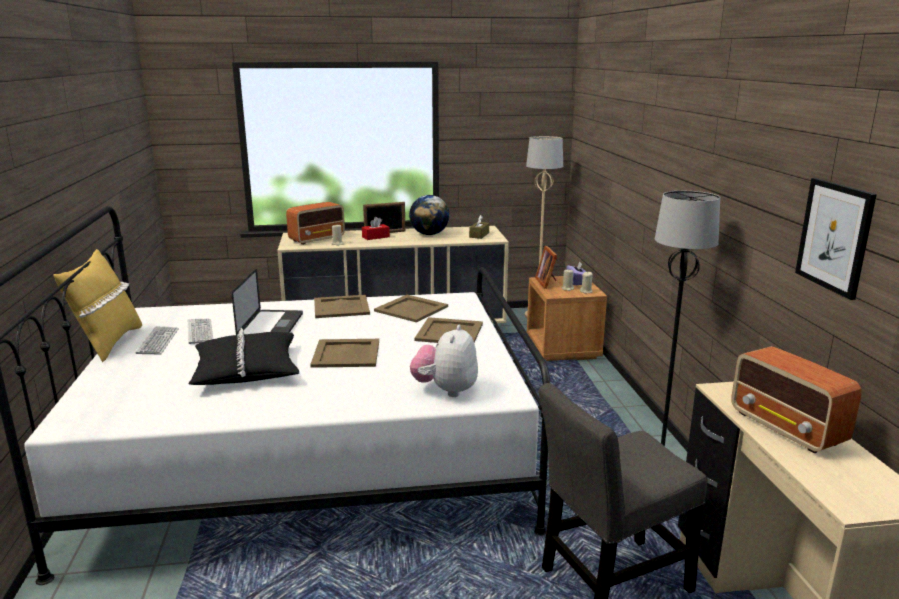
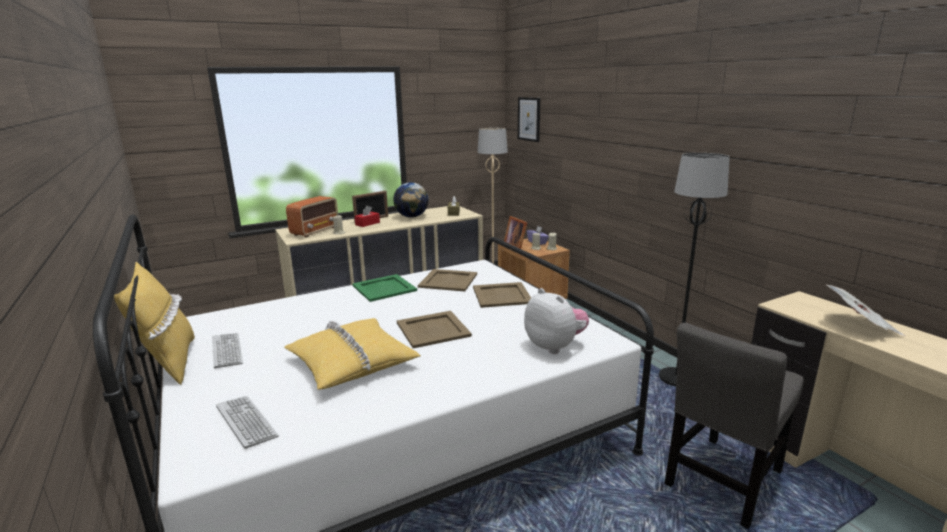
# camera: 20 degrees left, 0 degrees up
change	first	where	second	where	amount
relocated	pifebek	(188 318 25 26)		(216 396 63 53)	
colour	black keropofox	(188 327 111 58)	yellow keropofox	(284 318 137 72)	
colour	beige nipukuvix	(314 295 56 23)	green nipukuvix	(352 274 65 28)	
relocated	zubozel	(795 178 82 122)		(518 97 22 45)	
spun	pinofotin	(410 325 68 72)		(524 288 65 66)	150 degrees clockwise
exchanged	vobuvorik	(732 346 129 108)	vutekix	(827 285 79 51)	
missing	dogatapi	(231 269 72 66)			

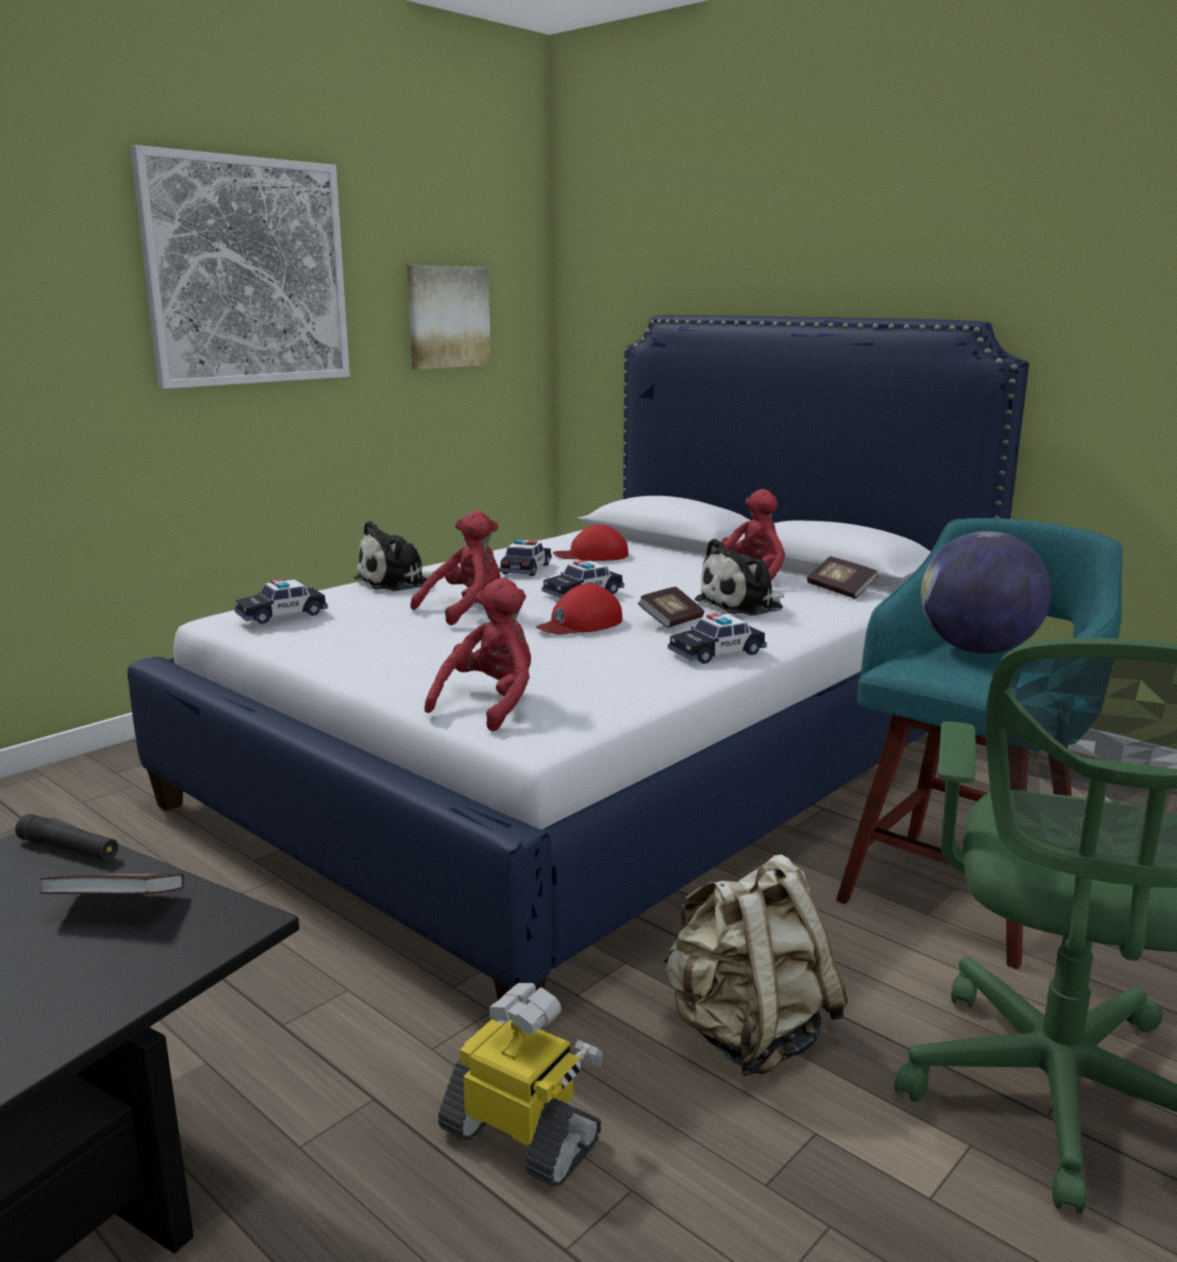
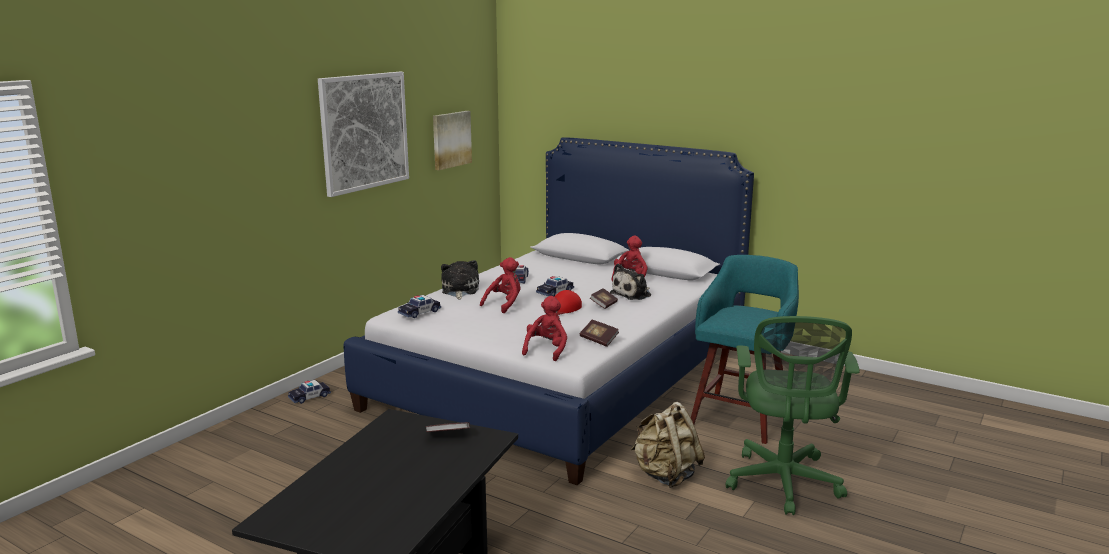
# camera: 10 degrees left, 0 degrees up
change	first	where	second	where	amount
relocated	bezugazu	(668 613 99 51)		(288 380 43 24)	
spun	pinofotin	(354 520 79 71)		(441 260 38 39)	135 degrees clockwise
relocated	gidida	(807 556 71 43)		(580 320 39 27)	
missing	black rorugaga	(15 814 103 46)			
missing	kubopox	(438 983 165 204)			
missing	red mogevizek	(553 525 76 36)			
missing	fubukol	(921 531 130 123)			

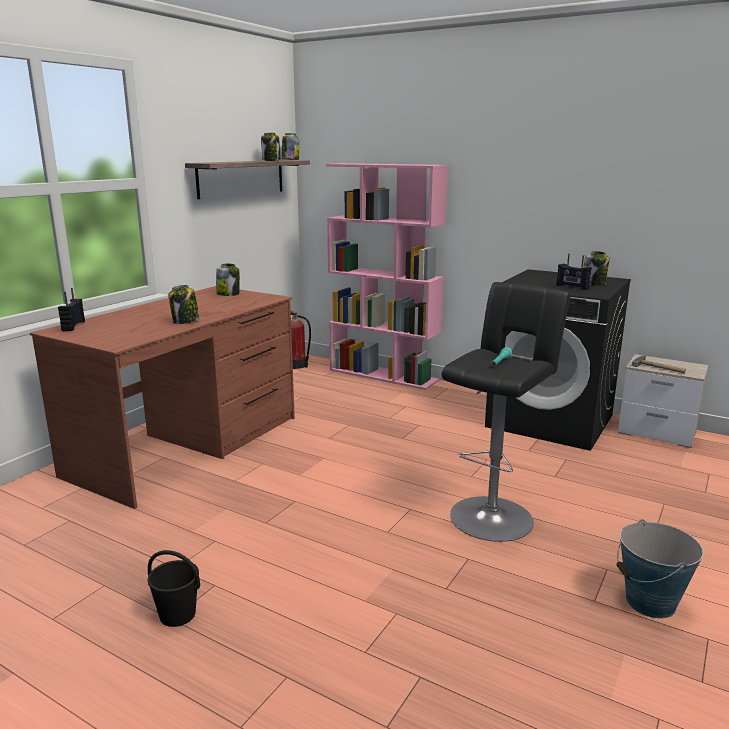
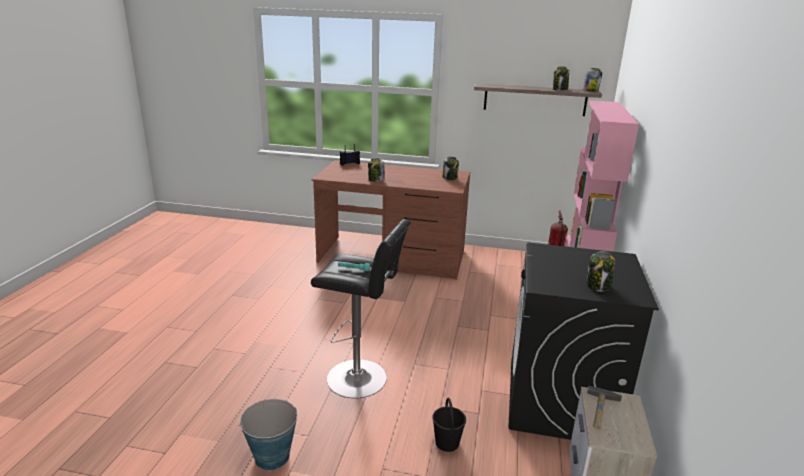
# camera: 70 degrees right, 5 degrees up
change	first	where	second	where	amount
relocated	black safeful	(147 550 53 77)		(432 398 34 54)	
missing	vobuvorik	(556 254 36 36)			

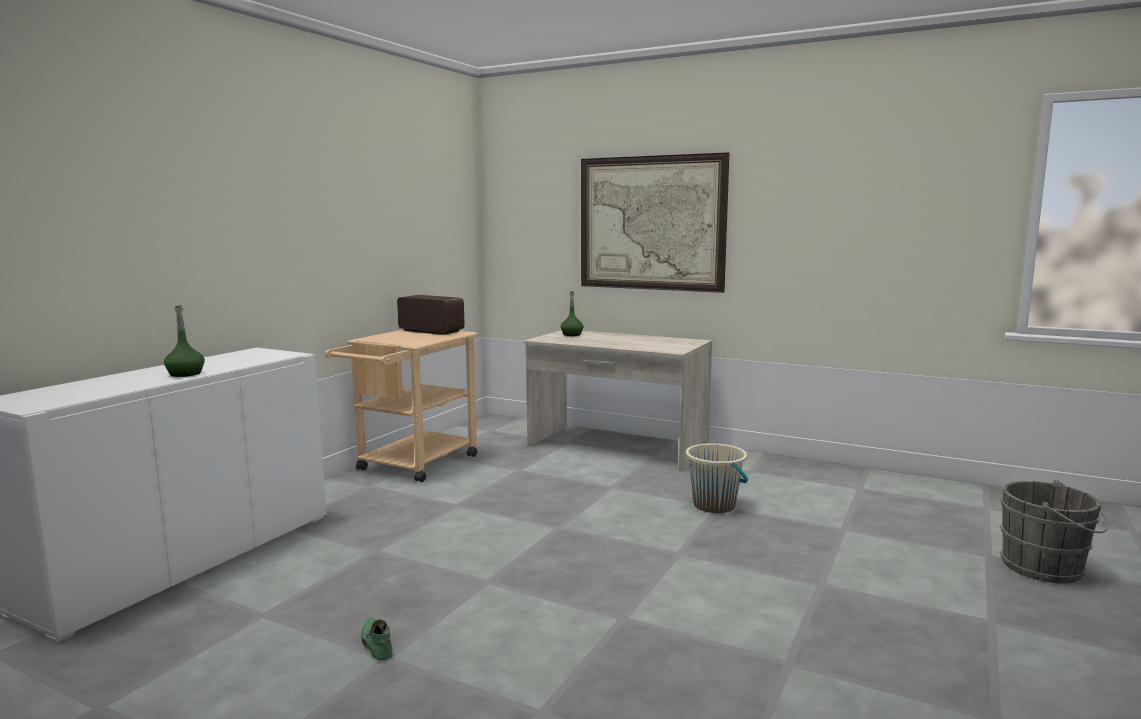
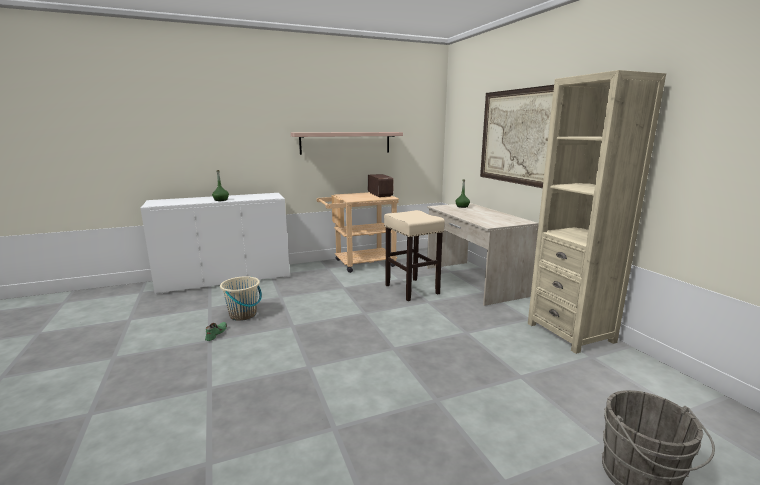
# camera: 40 degrees right, 5 degrees up
change	first	where	second	where	amount
relocated	beige safeful	(686 443 62 70)		(220 276 42 45)	
appeared			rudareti	(291 132 112 23)	
appeared			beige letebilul	(384 210 61 91)	
appeared			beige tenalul	(528 70 138 284)	

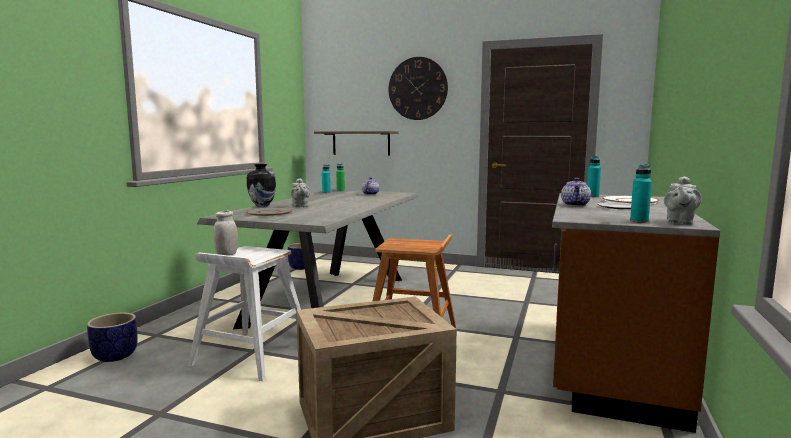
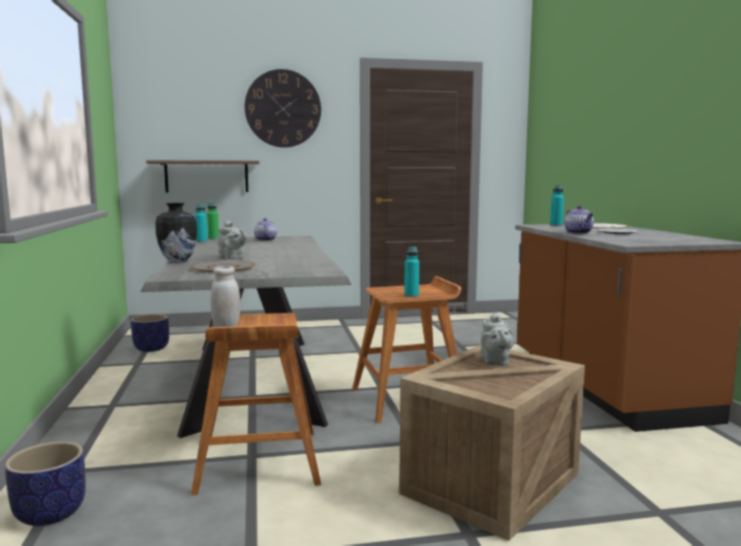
# camera: 30 degrees left, 0 degrees up
change	first	where	second	where	amount
colour	white letebilul	(188 246 113 135)	brown letebilul	(191 313 130 182)	
relocated	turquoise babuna	(630 164 22 59)		(404 247 15 50)	
relocated	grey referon	(664 176 37 49)		(481 312 34 54)	

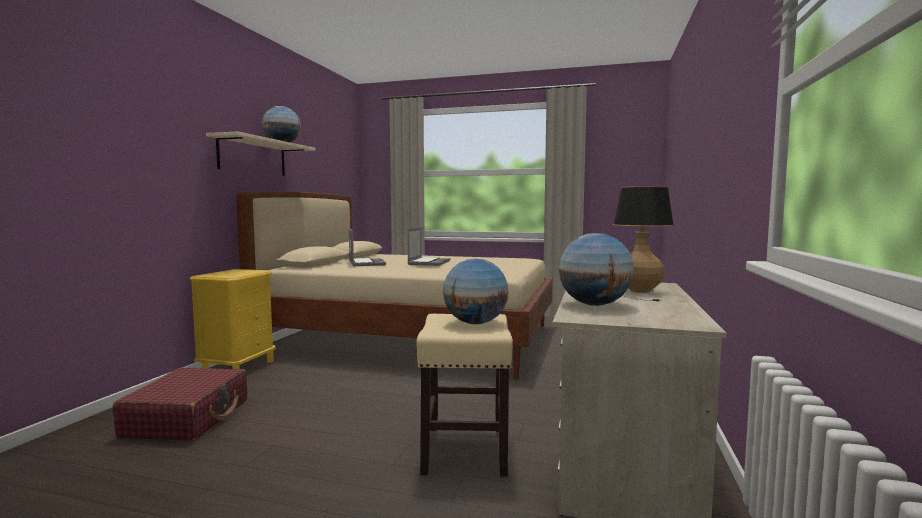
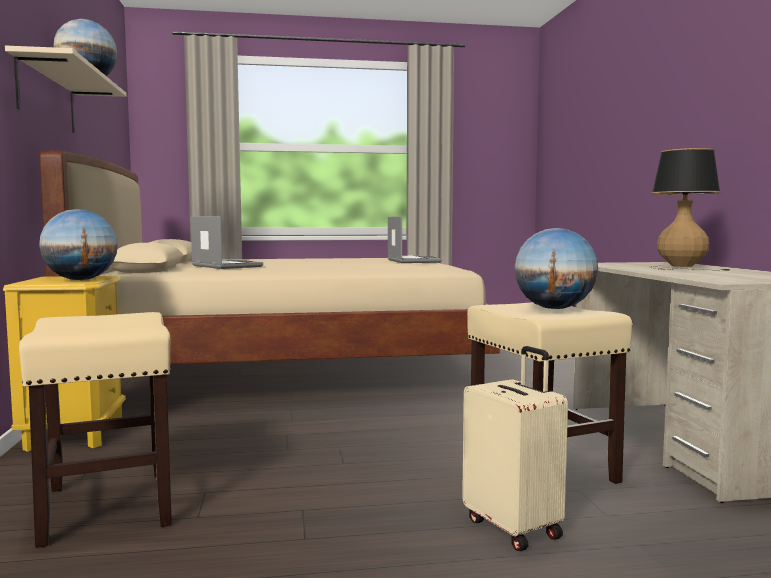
# camera: 25 degrees left, 0 degrees up
change	first	where	second	where	amount
exchanged	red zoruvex	(113 368 134 73)	beige letebilul	(19 312 153 236)	
relocated	fubukol	(559 233 75 73)		(39 209 79 71)	
relocated	dogatapi	(407 227 43 39)		(387 216 55 47)	
appeared			beige zoruvex	(462 346 106 205)	

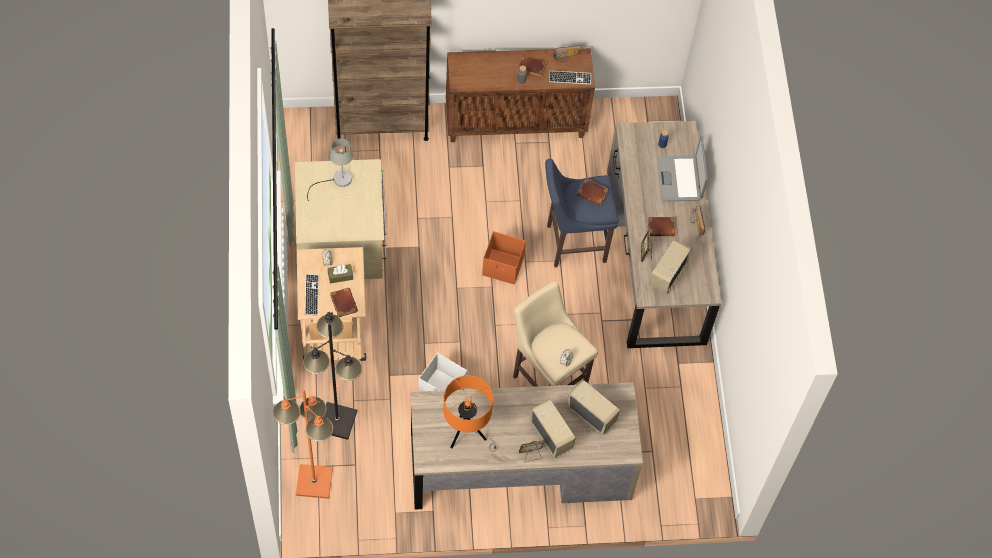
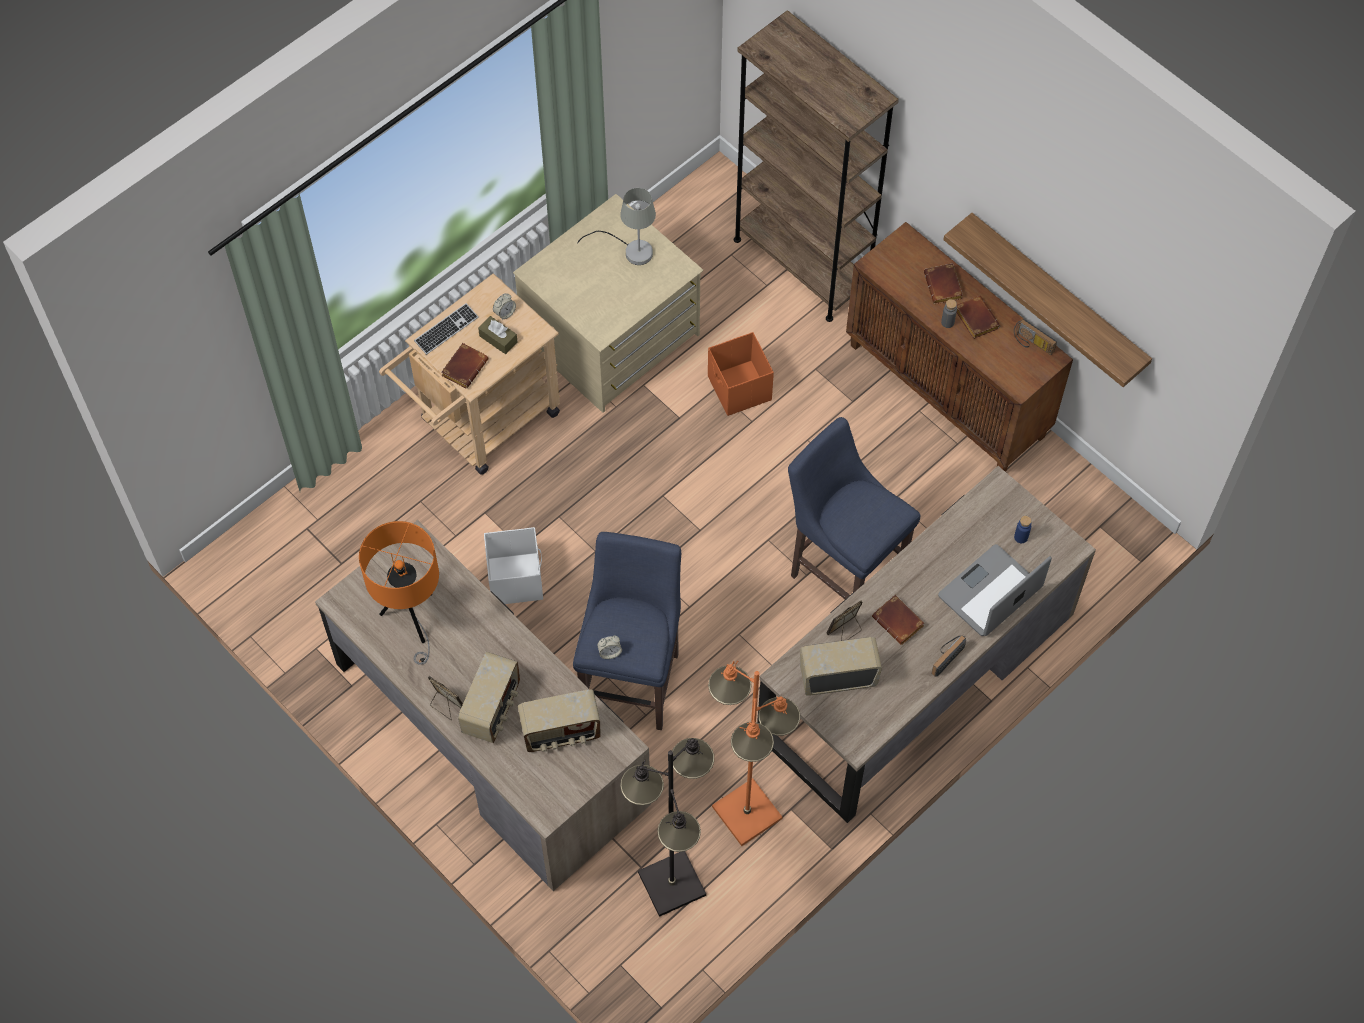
# camera: 55 degrees right, 0 degrees up
change	first	where	second	where	amount
spun	vobuvorik	(567 380 53 55)		(518 689 82 63)	75 degrees clockwise
colour	beige letebilul	(513 281 85 106)	blue letebilul	(573 532 108 198)	
relocated	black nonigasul	(303 312 59 128)		(620 738 94 179)	
relocated	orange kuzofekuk	(482 231 44 53)		(708 332 66 84)	
relocated	orange nonigasul	(273 389 60 110)		(708 661 92 185)	
relocated	brown gidida	(577 179 32 27)		(924 263 39 41)	
appeared			rudareti	(943 213 209 174)	
missing	pifebek	(549 71 42 14)			

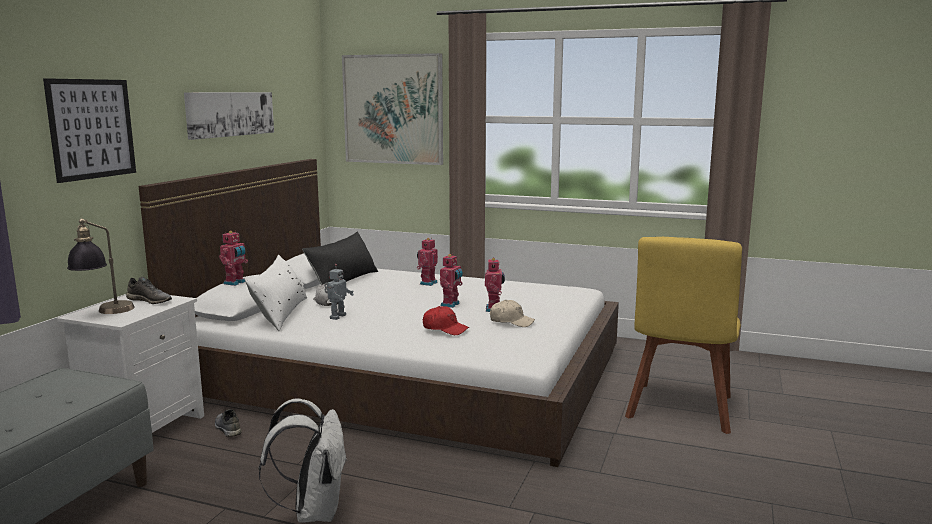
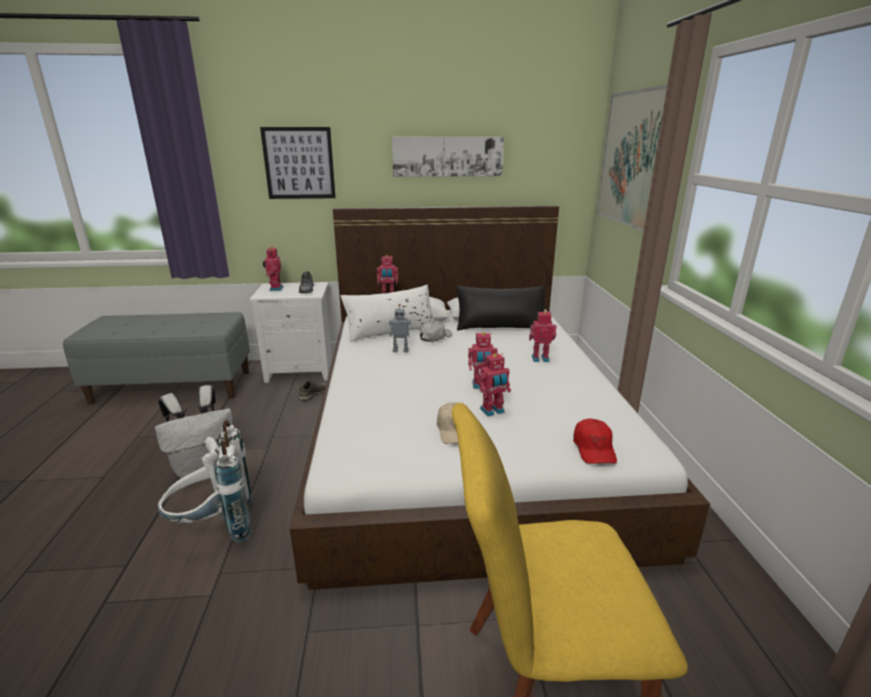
# camera: 65 degrees right, 10 degrees up
change	first	where	second	where	amount
appeared			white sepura	(158 420 95 123)	
exchanged	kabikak	(67 218 68 96)	kubopox	(263 246 20 45)	
relocated	red mogevizek	(423 306 46 29)		(573 419 44 45)	

